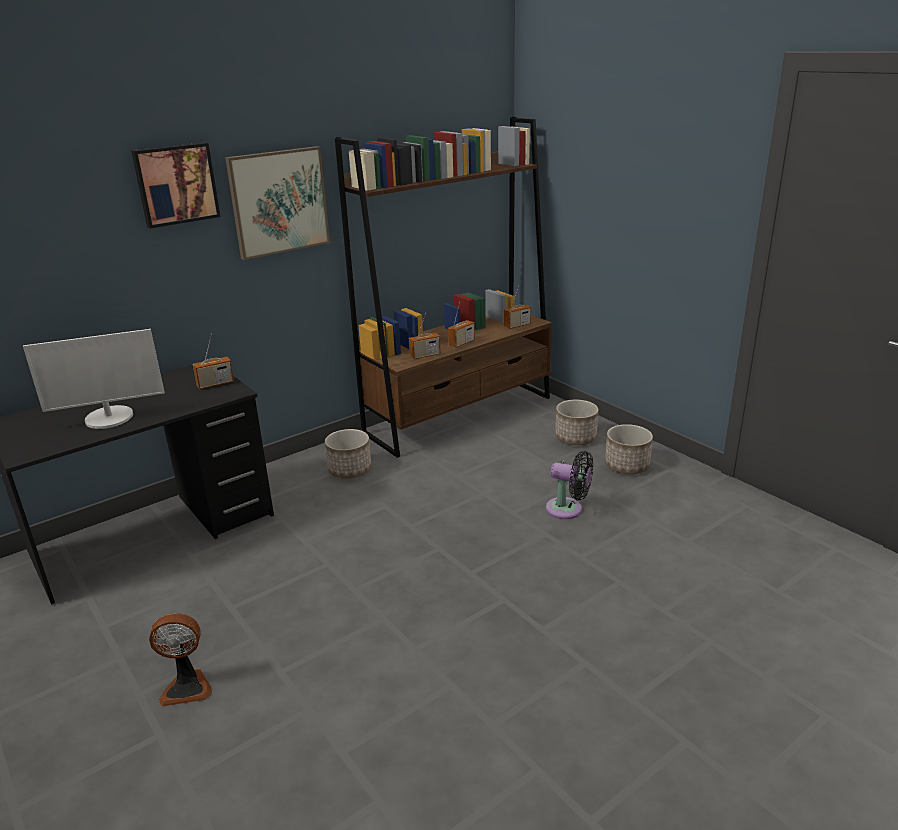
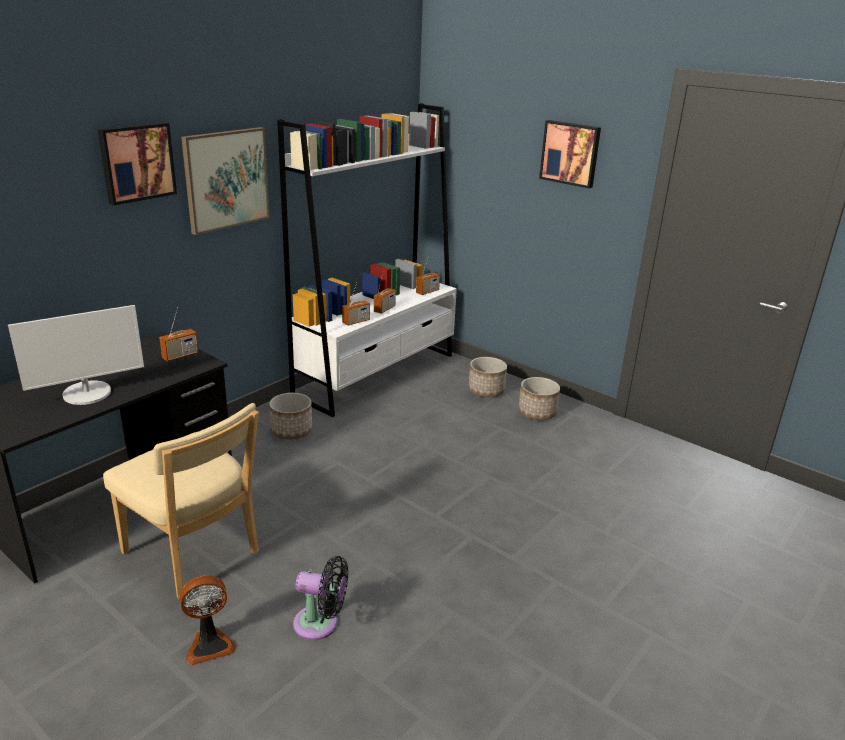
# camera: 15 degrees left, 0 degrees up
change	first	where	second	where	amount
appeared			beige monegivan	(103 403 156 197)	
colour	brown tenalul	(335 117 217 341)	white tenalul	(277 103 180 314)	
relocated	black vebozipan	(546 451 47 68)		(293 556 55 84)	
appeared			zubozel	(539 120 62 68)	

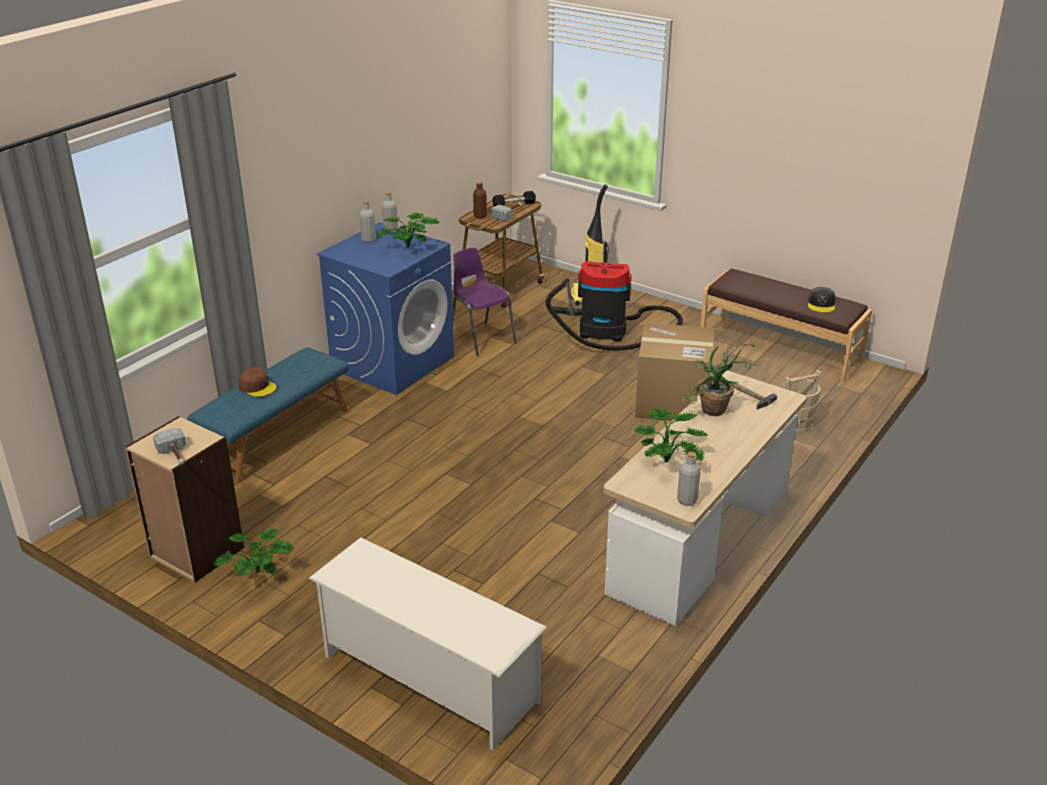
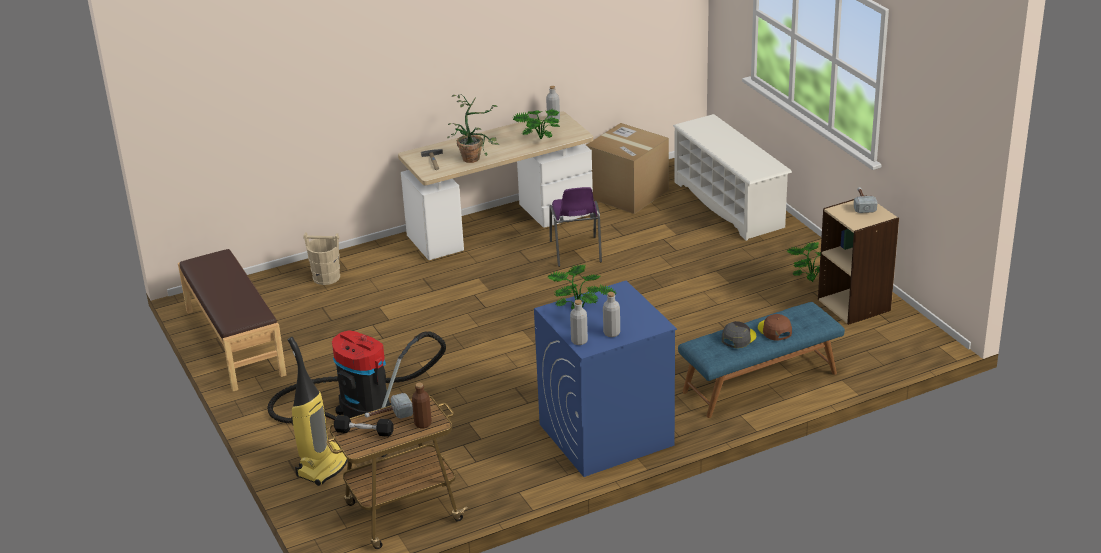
# camera: 150 degrees left, 0 degrees up
change	first	where	second	where	amount
relocated	purple monegivan	(453 248 64 108)		(549 187 53 80)	
relocated	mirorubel	(635 323 79 98)		(586 123 83 91)	
relocated	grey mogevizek	(808 287 28 26)		(722 321 34 27)	

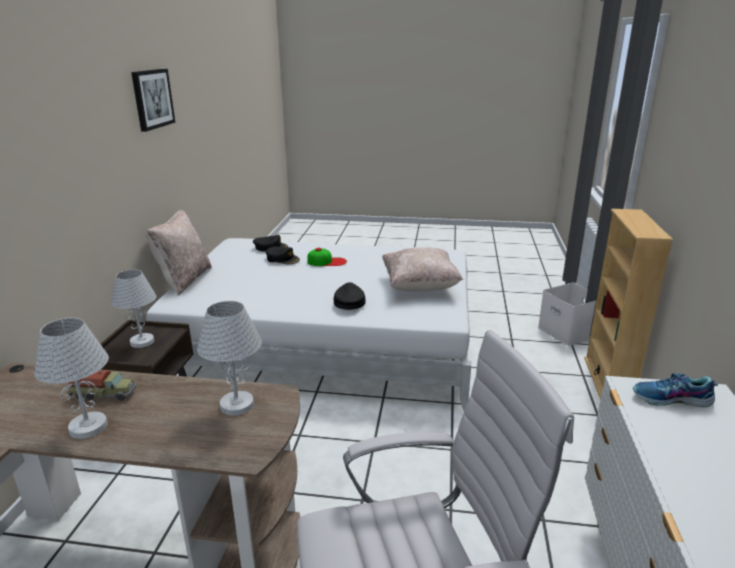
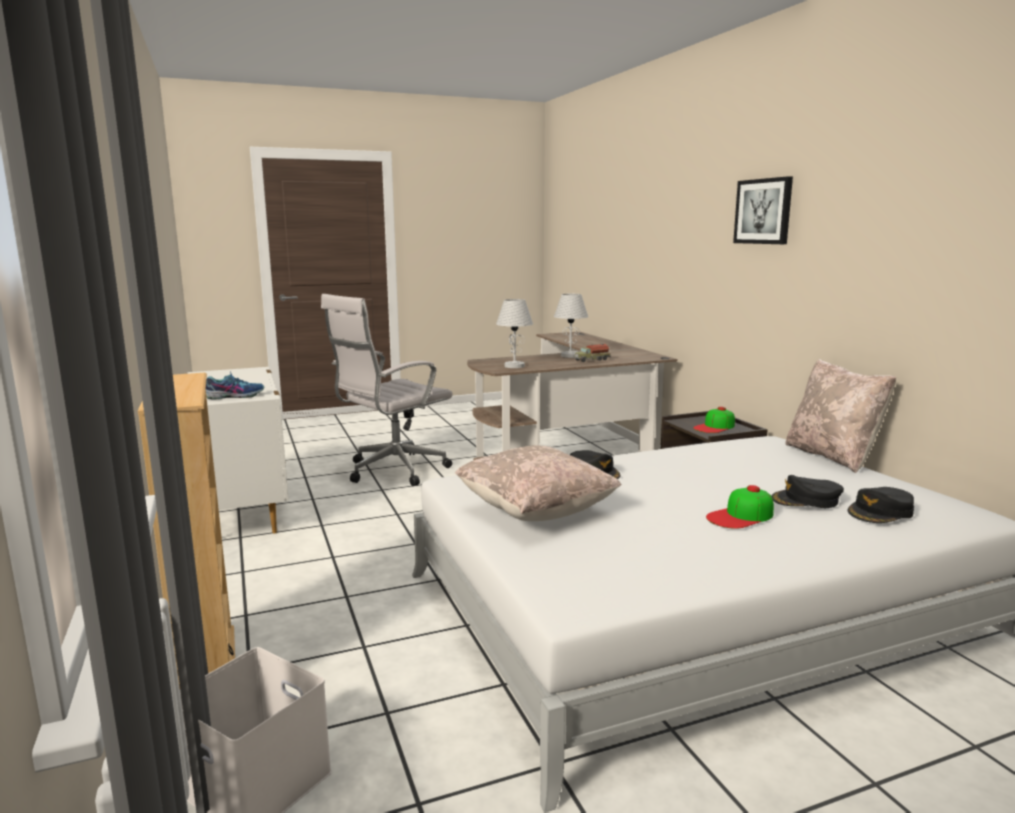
# camera: 150 degrees right, 10 degrees down
change	first	where	second	where	amount
exchanged	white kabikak	(111 270 45 78)	mogevizek	(693 407 42 26)	
relocated	zubozel	(131 69 44 63)		(733 176 60 68)	

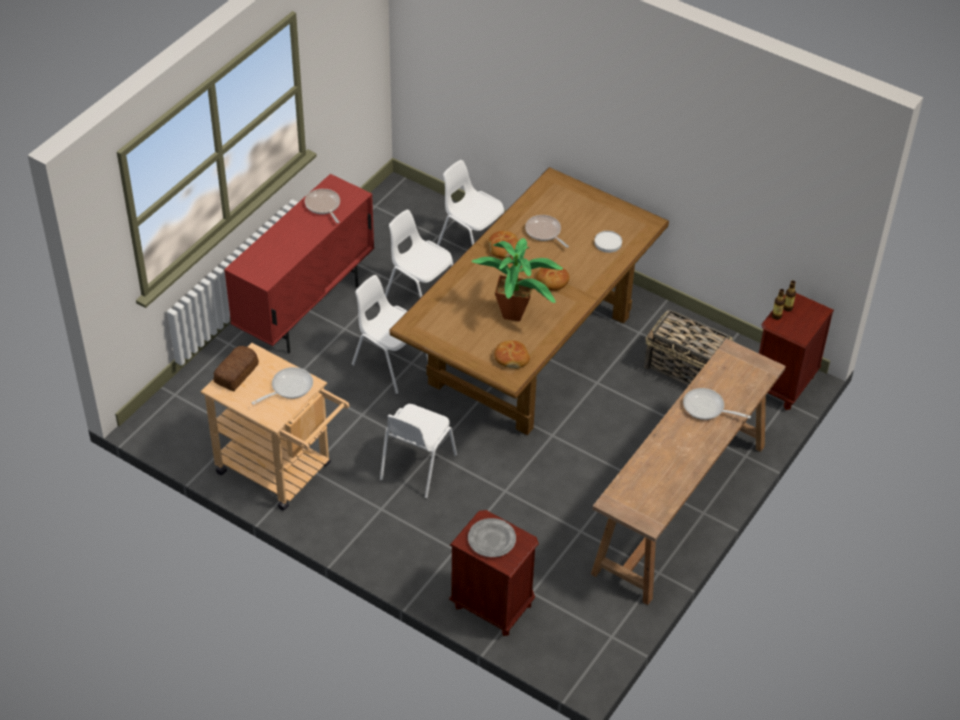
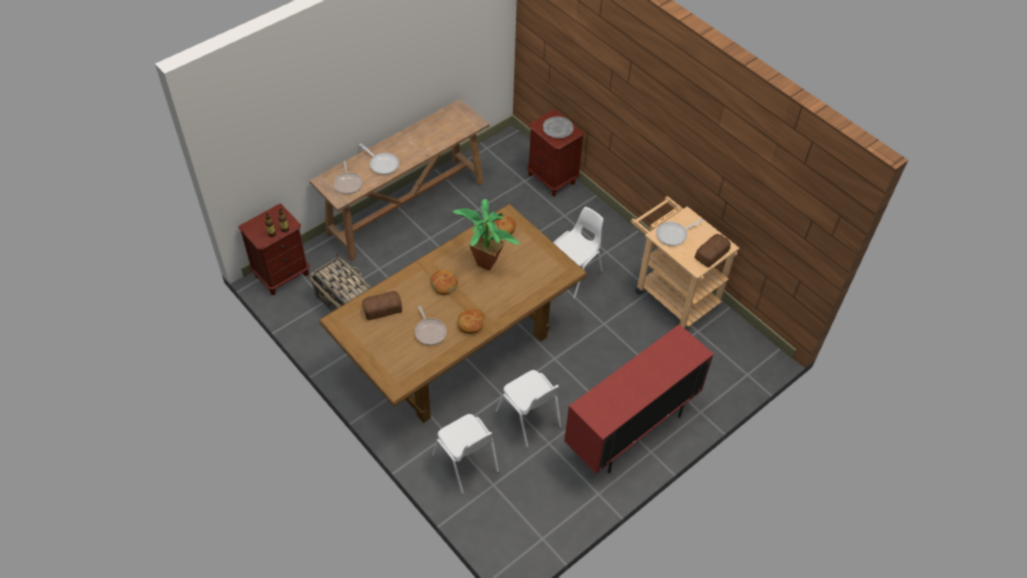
# camera: 165 degrees left, 5 degrees up
change	first	where	second	where	amount
relocated	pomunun	(305 189 35 34)		(334 161 28 33)	
exchanged	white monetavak	(594 231 28 22)	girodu	(362 291 40 29)	
missing	white monegivan	(352 275 76 119)			

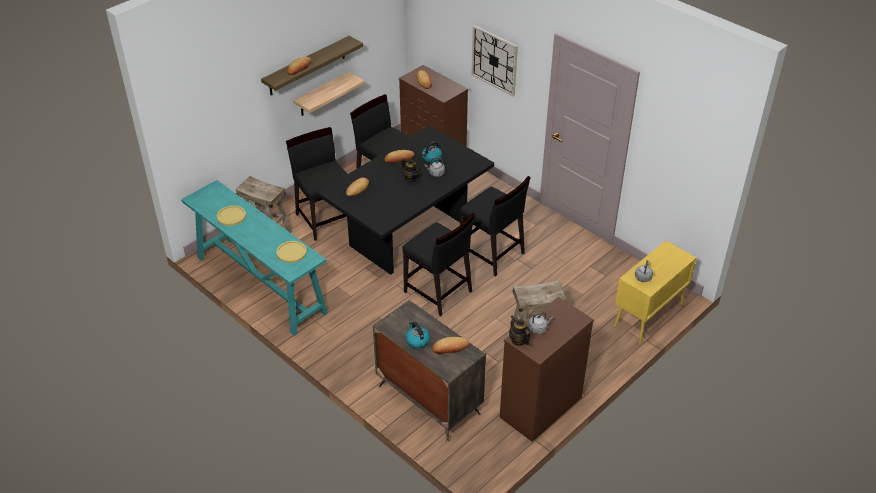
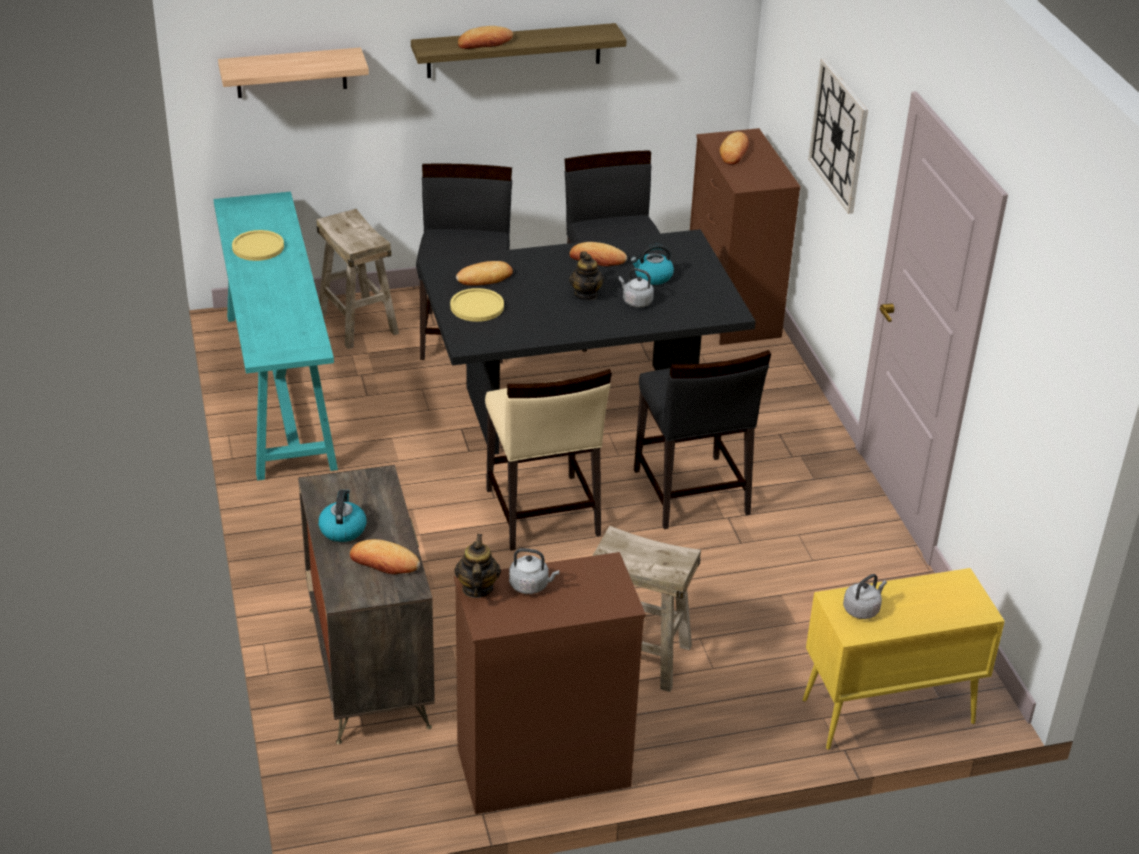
# camera: 30 degrees right, 5 degrees down
change	first	where	second	where	amount
relocated	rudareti	(293 72 72 44)		(218 47 151 51)	
relocated	yellow monetavak	(277 241 30 22)		(450 288 54 34)	
colour	black monegivan	(402 213 73 103)	beige monegivan	(485 369 127 182)	

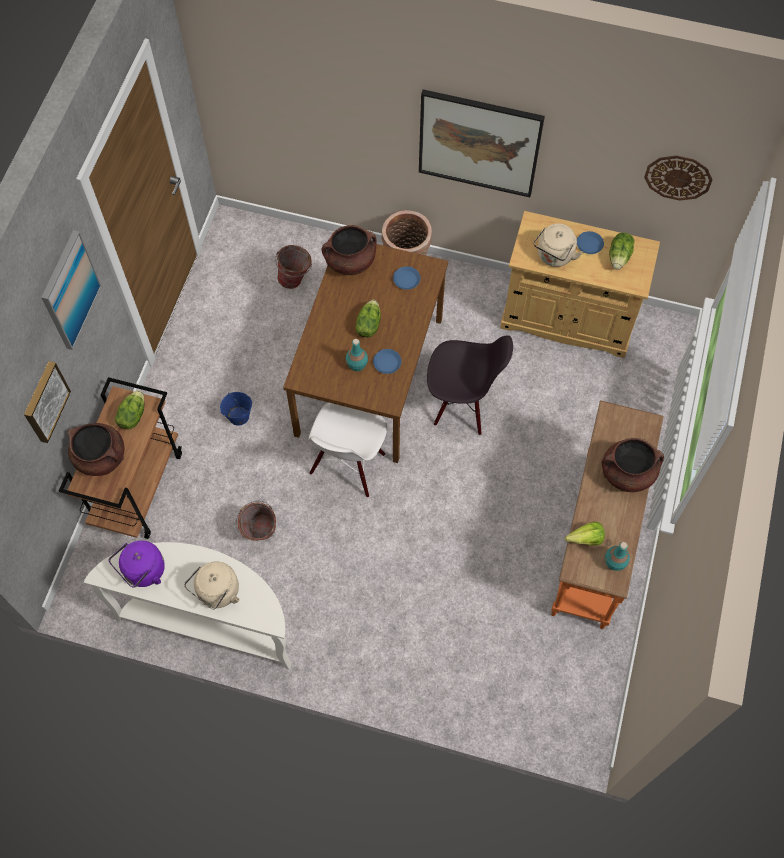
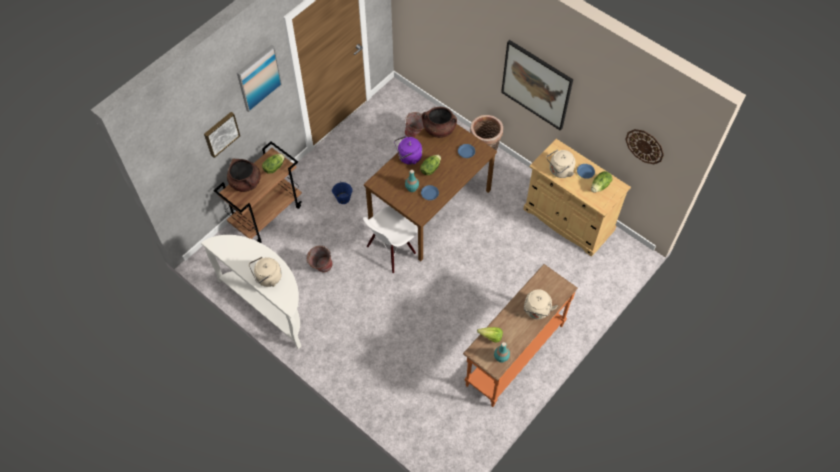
# camera: 25 degrees right, 5 degrees down
change	first	where	second	where	amount
relocated	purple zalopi	(109 541 56 47)		(394 136 28 29)	
exchanged	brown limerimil	(602 438 62 54)	beige zalopi	(524 289 34 30)	
missing	black monegivan	(427 335 86 100)			

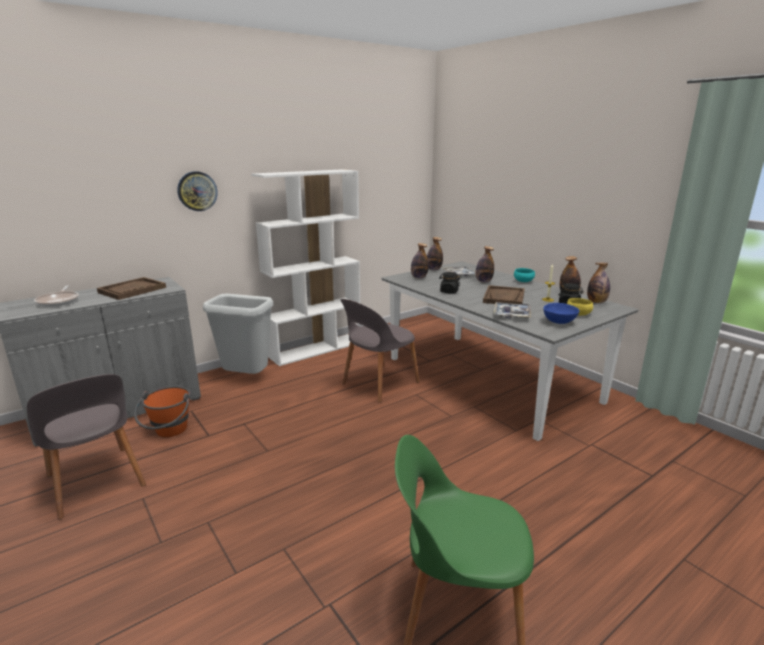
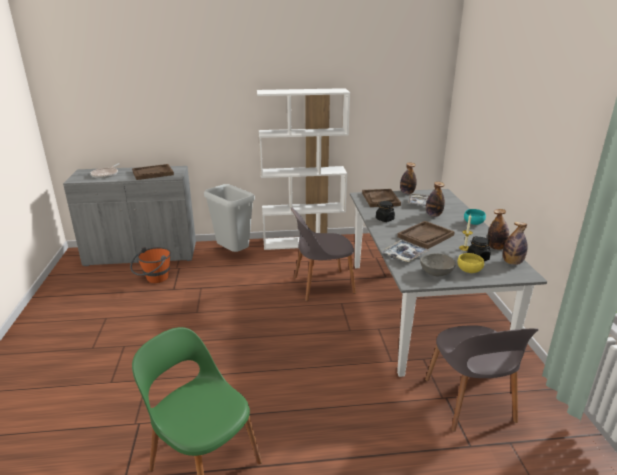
# camera: 30 degrees right, 5 degrees up
change	first	where	second	where	amount
exchanged	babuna	(411 243 18 36)	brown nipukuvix	(362 189 39 18)	
colour	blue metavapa	(543 303 36 21)	grey metavapa	(420 253 36 23)	
relocated	grey monegivan	(27 374 119 146)		(425 325 114 107)	
missing	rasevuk	(177 171 41 40)			

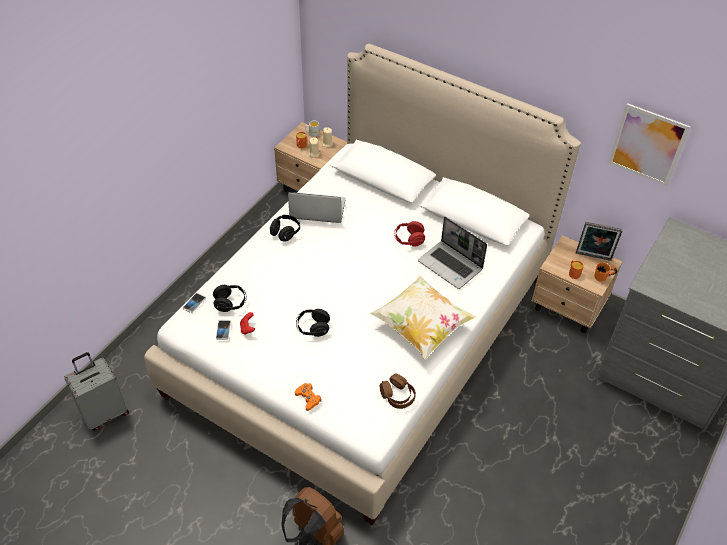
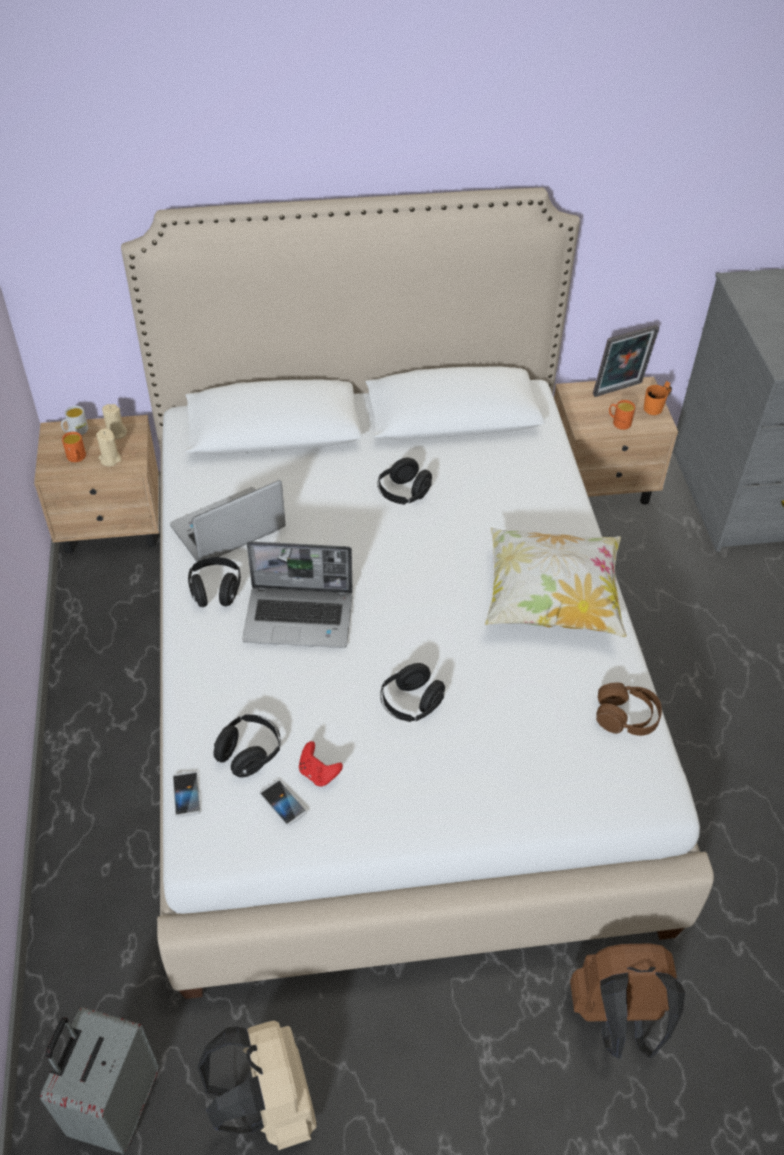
# camera: 40 degrees left, 0 degrees up
change	first	where	second	where	amount
appeared			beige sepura	(197 1021 120 129)	
relocated	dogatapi	(418 217 69 72)		(242 541 110 107)	
colour	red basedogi	(394 221 31 26)	black basedogi	(378 457 54 48)	
missing	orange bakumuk	(295 383 26 28)			
missing	zubozel	(608 103 82 83)			

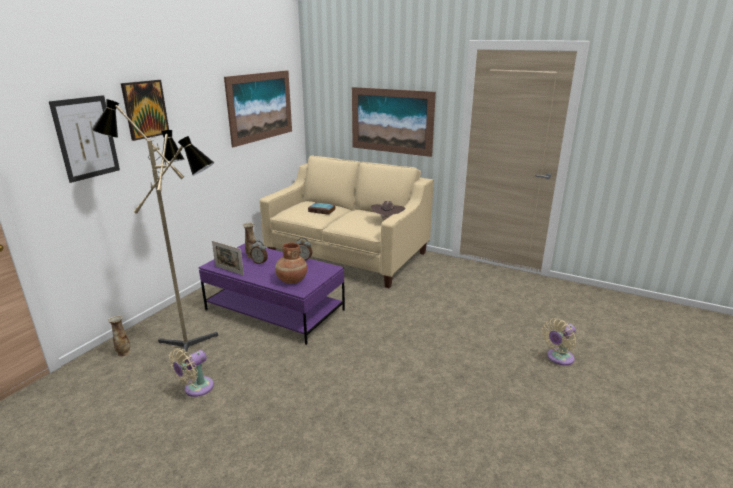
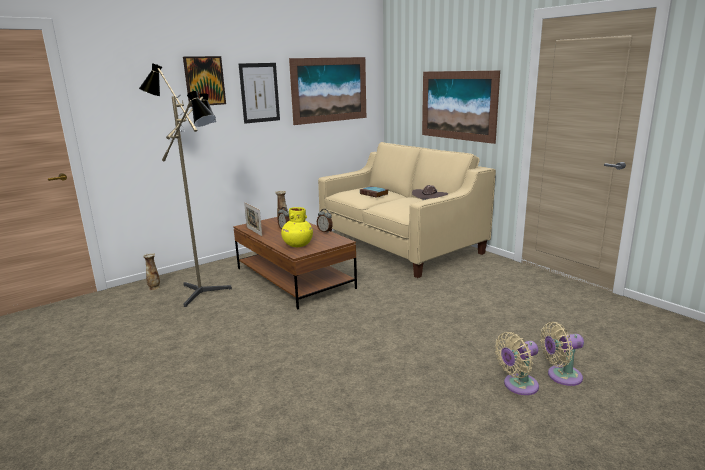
# camera: 25 degrees right, 5 degrees down
change	first	where	second	where	amount
colour	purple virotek	(198 243 147 102)	brown virotek	(233 217 124 92)	
relocated	zubozel	(49 95 71 88)		(239 63 41 61)	
colour	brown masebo	(275 243 32 41)	yellow masebo	(281 207 32 40)	
relocated	beige vebozipan	(169 348 45 49)		(495 332 44 63)	

